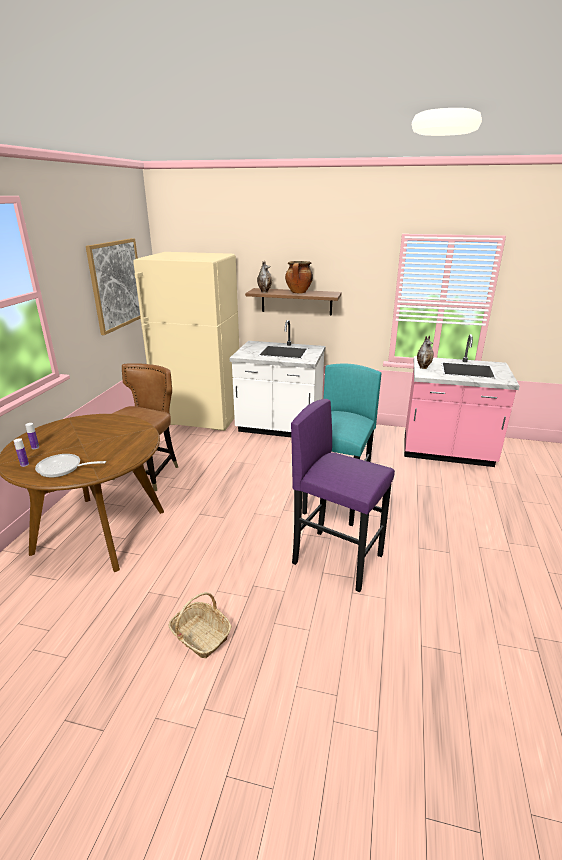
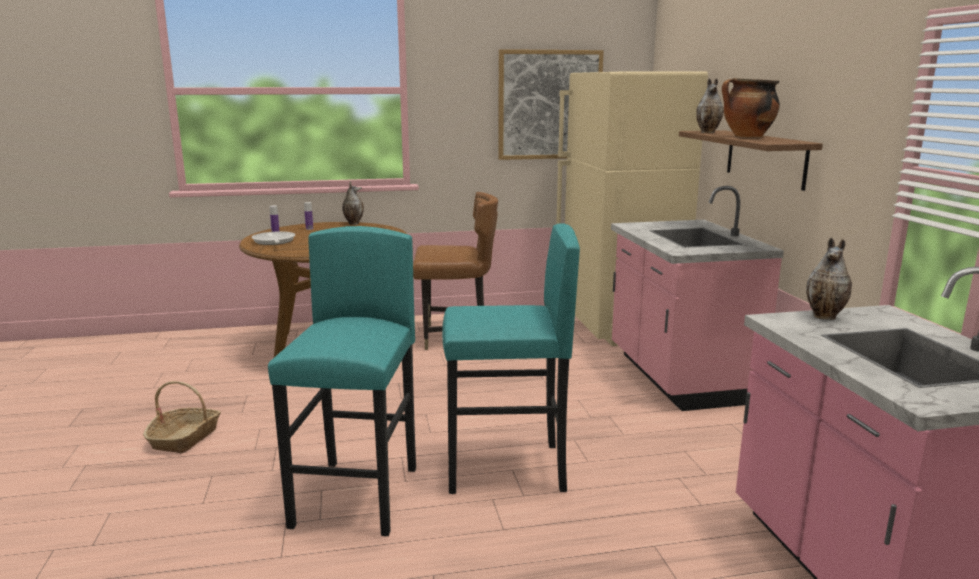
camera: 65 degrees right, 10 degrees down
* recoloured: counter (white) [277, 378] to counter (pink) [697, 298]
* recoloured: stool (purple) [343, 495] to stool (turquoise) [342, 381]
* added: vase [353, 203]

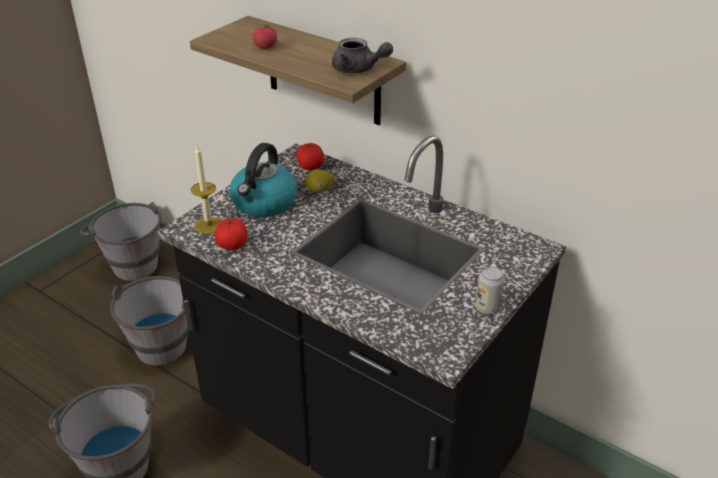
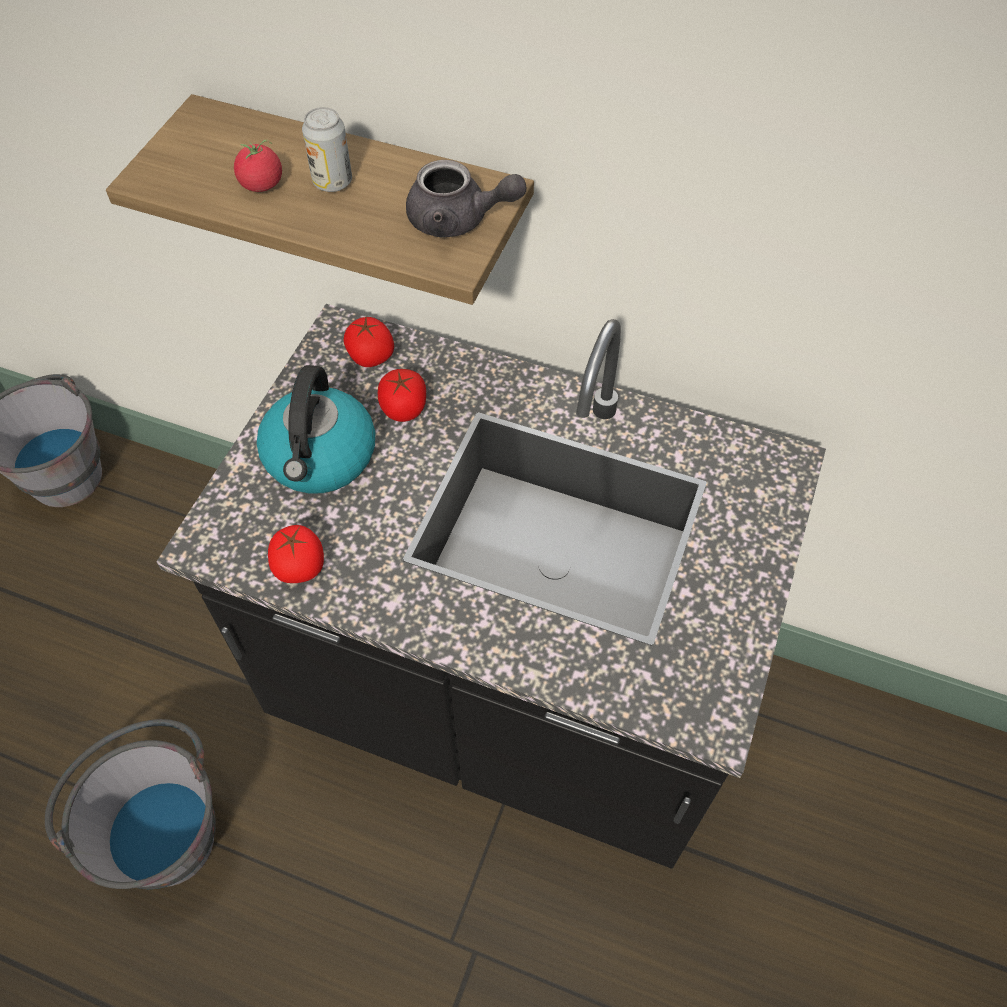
camera: 15 degrees left, 20 degrees up
* removed: candle [206, 190]
* replaced: lemon [319, 181] to tomato [402, 395]
* moved: can [489, 290] to [327, 149]
* removed: bucket (grey) [149, 321]

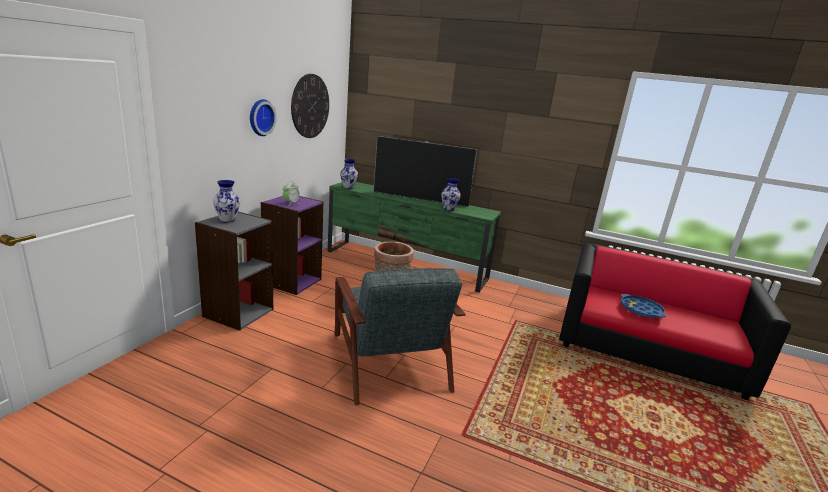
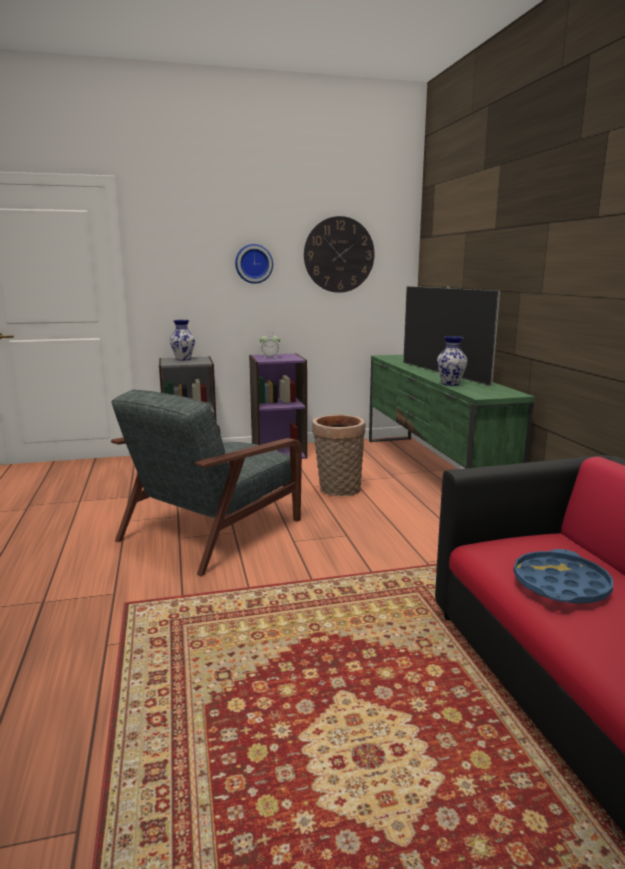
camera: 55 degrees right, 5 degrees down
* removed: vase [349, 174]

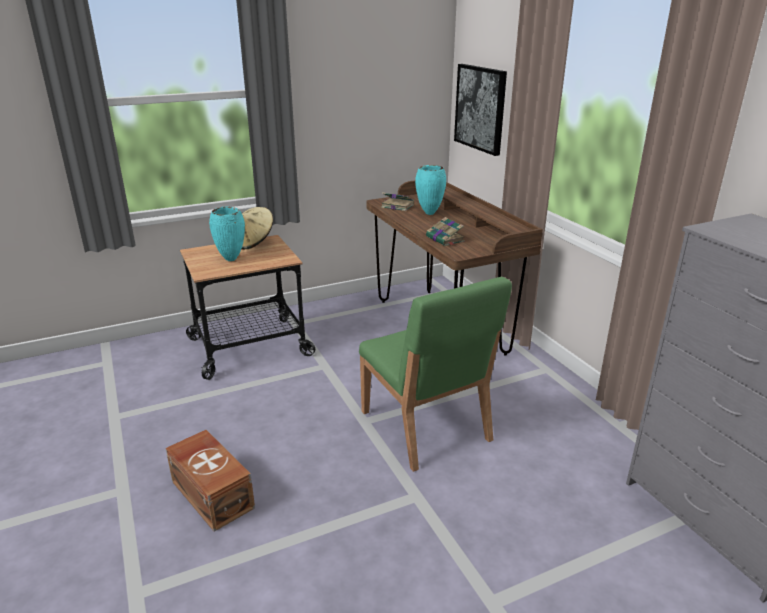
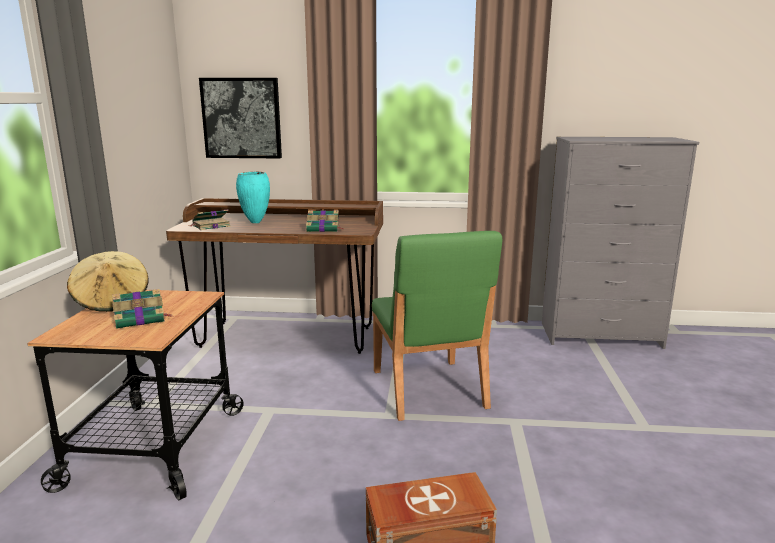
camera: 60 degrees left, 10 degrees down
* replaced: vase (turquoise) [227, 233] to book [142, 309]
* turned: chair (green) [435, 374] = [437, 326] 75 degrees clockwise

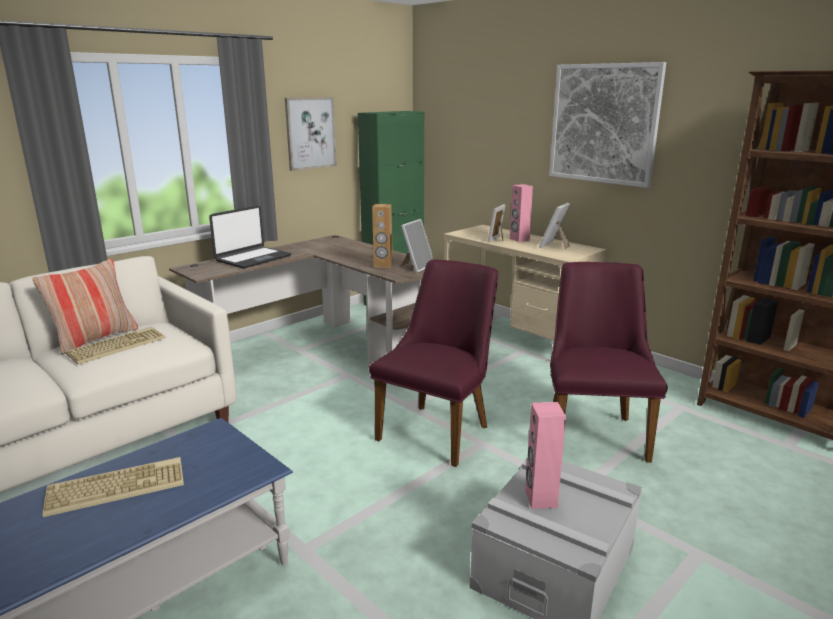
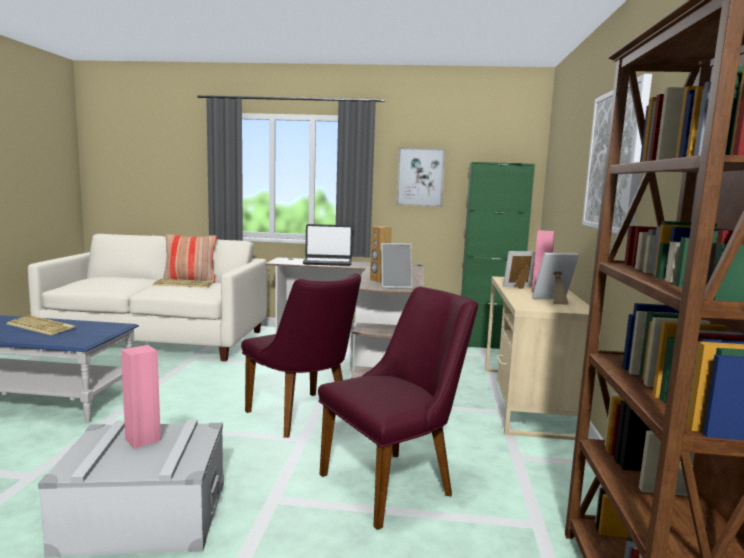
camera: 50 degrees right, 10 degrees down
* turned: chair (purple) [433, 363] = [301, 355] 60 degrees clockwise

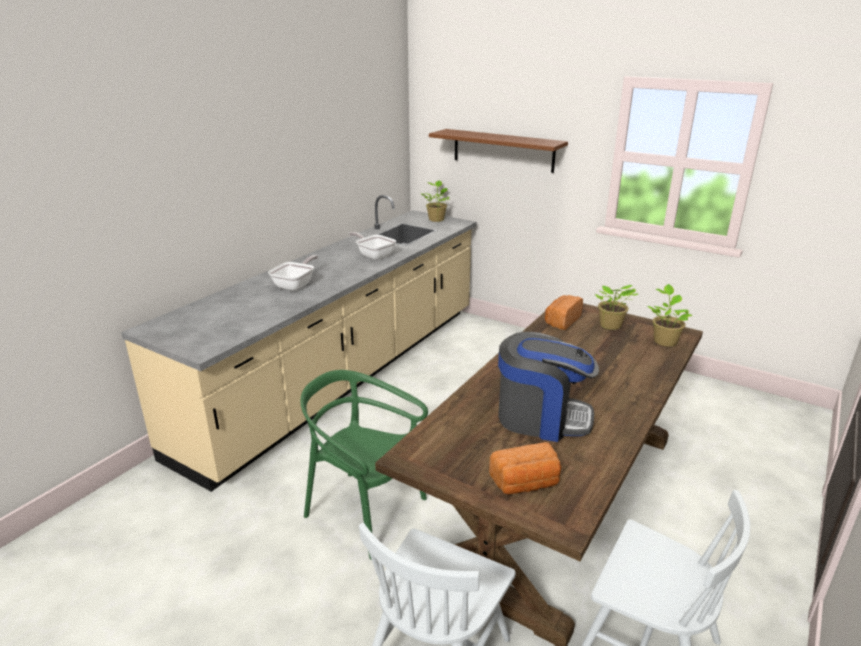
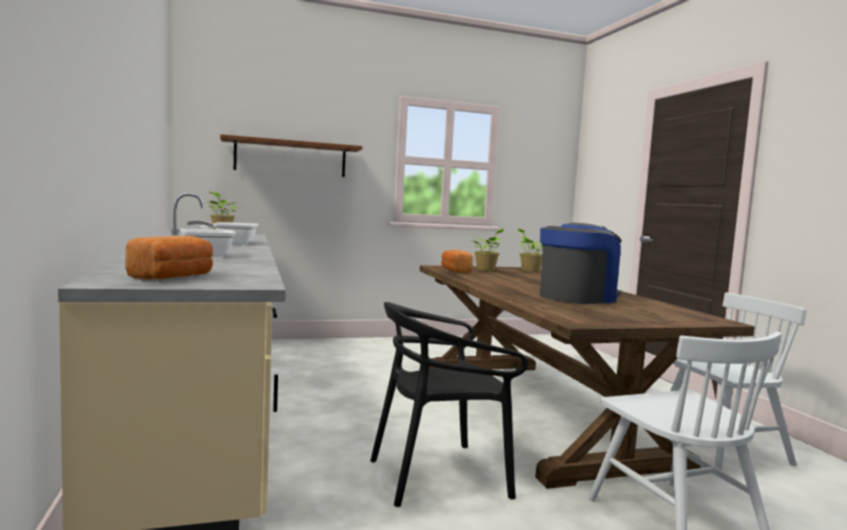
camera: 50 degrees left, 20 degrees down
* recoloured: chair (green) [364, 464] to chair (black) [449, 404]
* moved: bread [525, 468] to [169, 257]

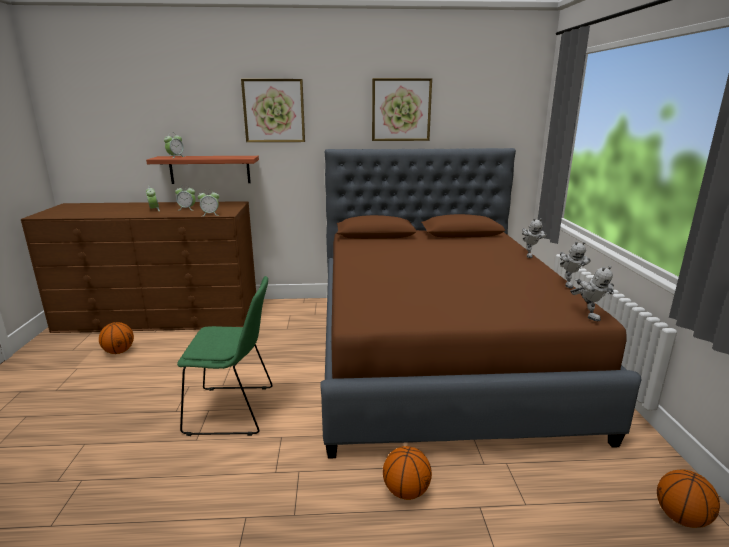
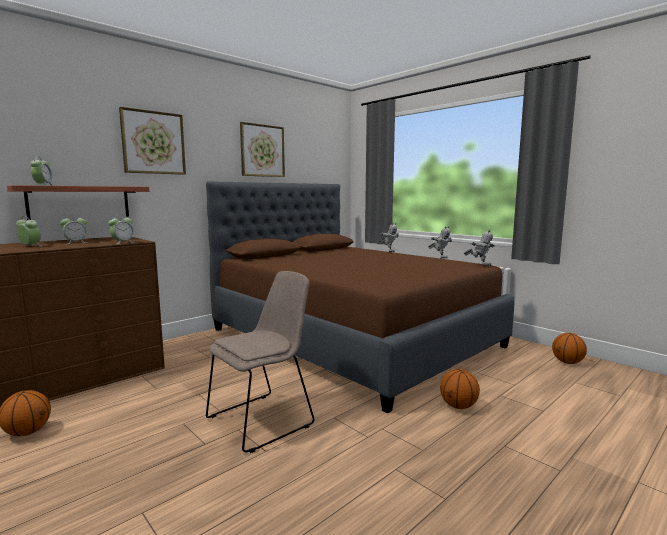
camera: 40 degrees left, 10 degrees down
* recoloured: chair (green) [225, 356] to chair (beige) [260, 362]

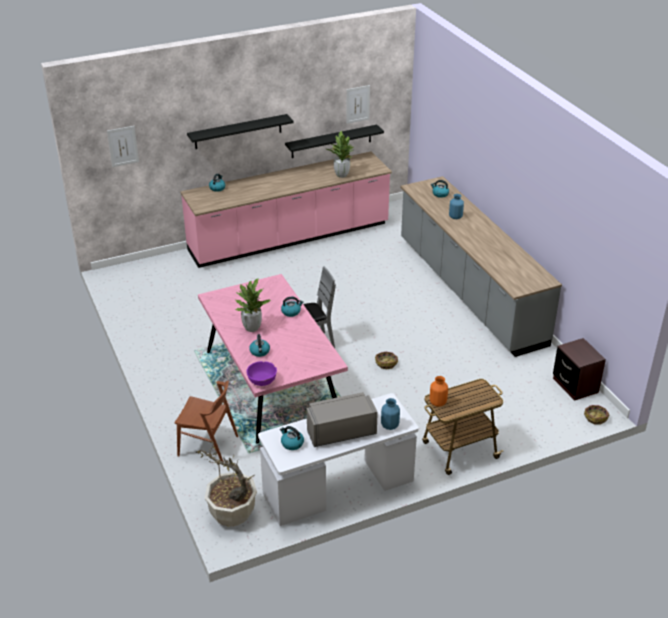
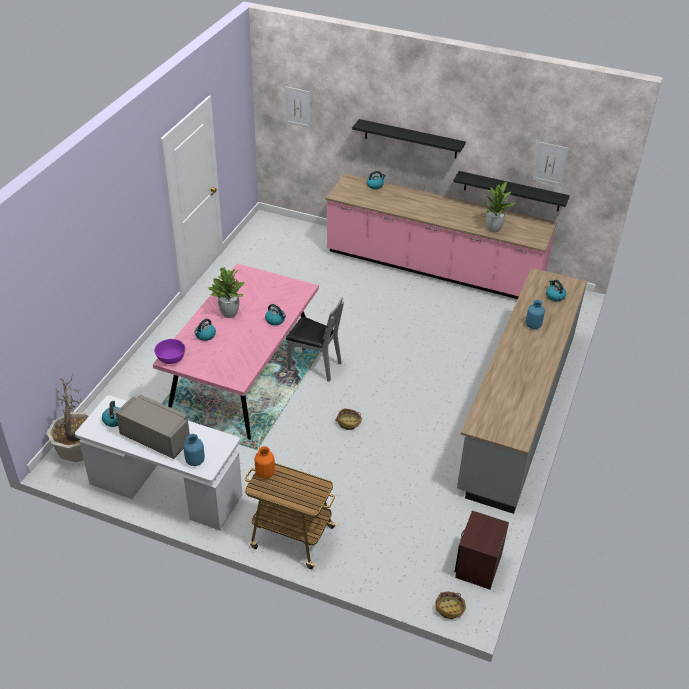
camera: 45 degrees right, 5 degrees up
* removed: chair (brown) [206, 421]

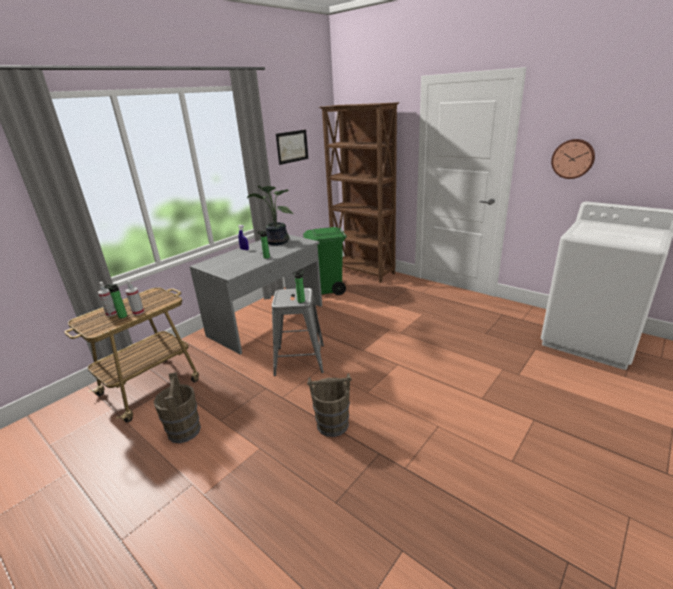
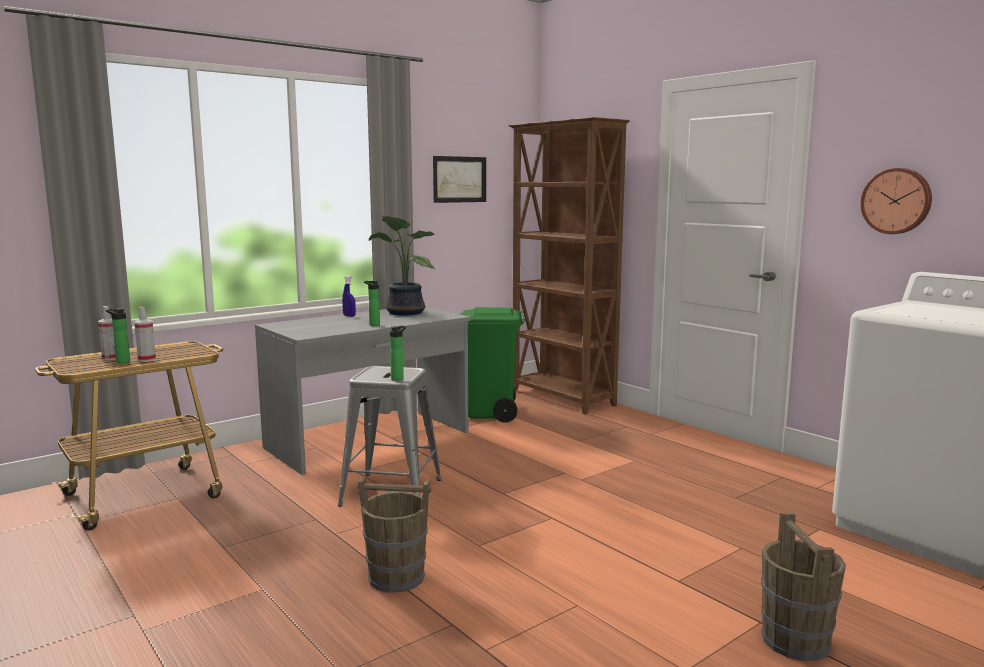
camera: 10 degrees right, 15 degrees down
* moved: bucket (brown) [177, 407] to [803, 586]

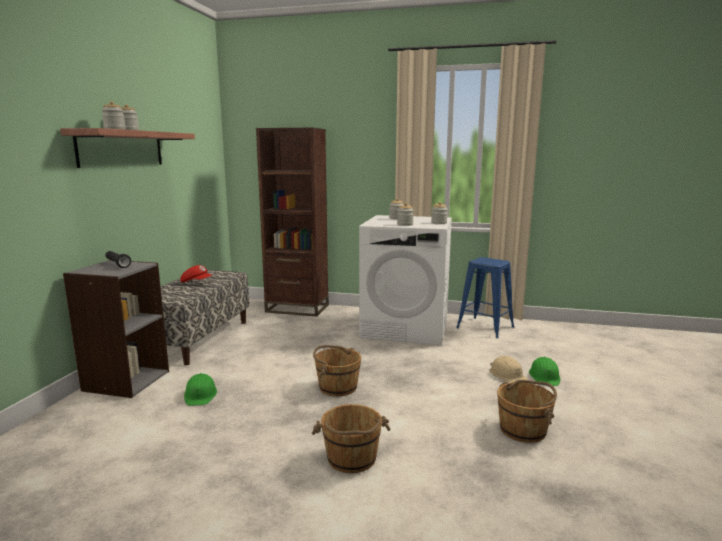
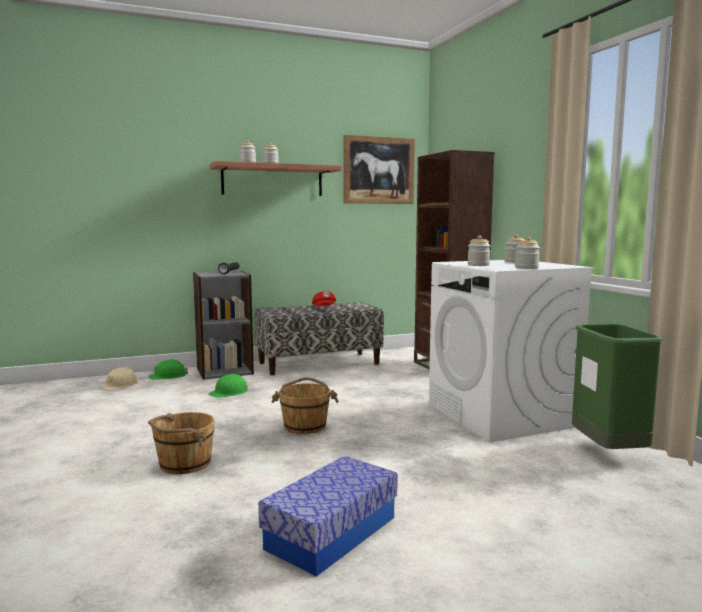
camera: 55 degrees right, 5 degrees down
* replaced: stool (blue) [485, 297] to trash can (green) [617, 386]
* moved: hard hat (beige) [509, 369] to [119, 378]
* moved: hard hat (green) [544, 371] to [168, 369]
* replaced: bucket (brown) [527, 411] to storage box [328, 516]
* added: picture [379, 169]

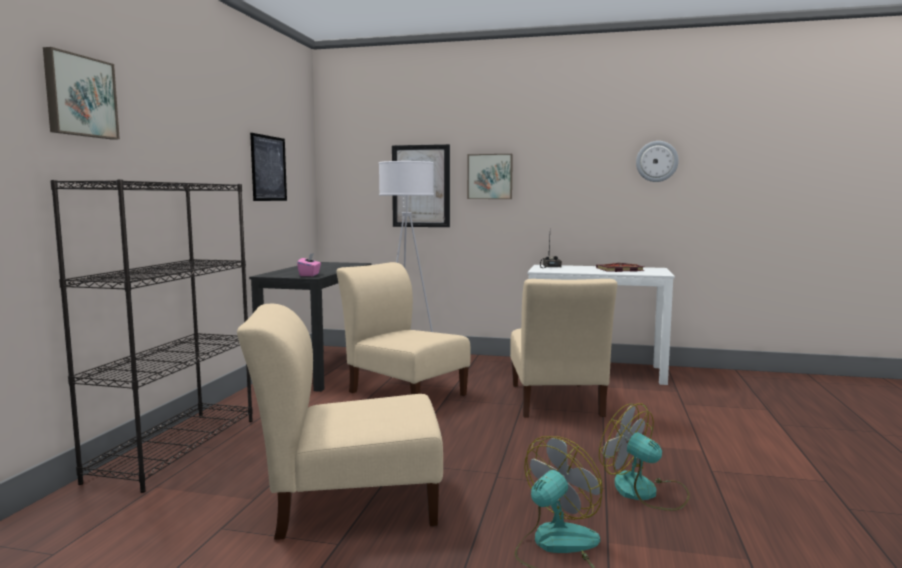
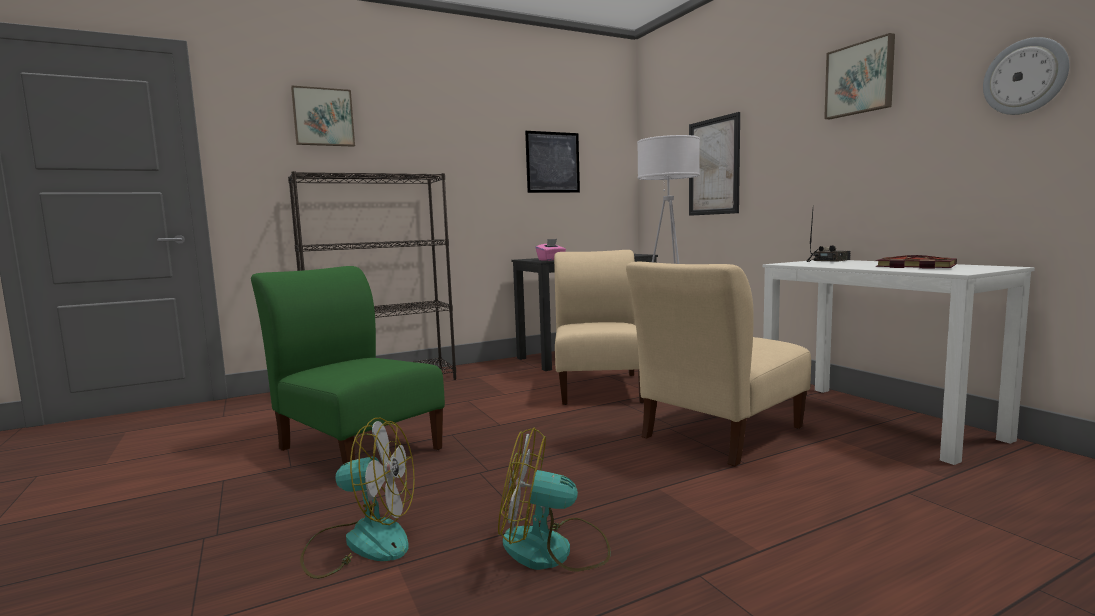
camera: 50 degrees right, 0 degrees up
* moved: picture [490, 176] to [859, 76]
* recoloured: chair (beige) [340, 422] to chair (green) [348, 365]
* turned: fan [644, 457] = [554, 499] 90 degrees counterclockwise

